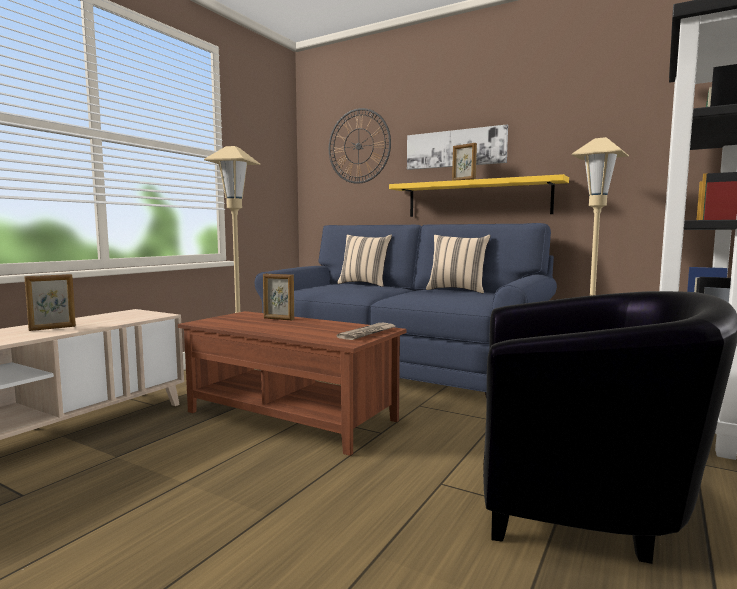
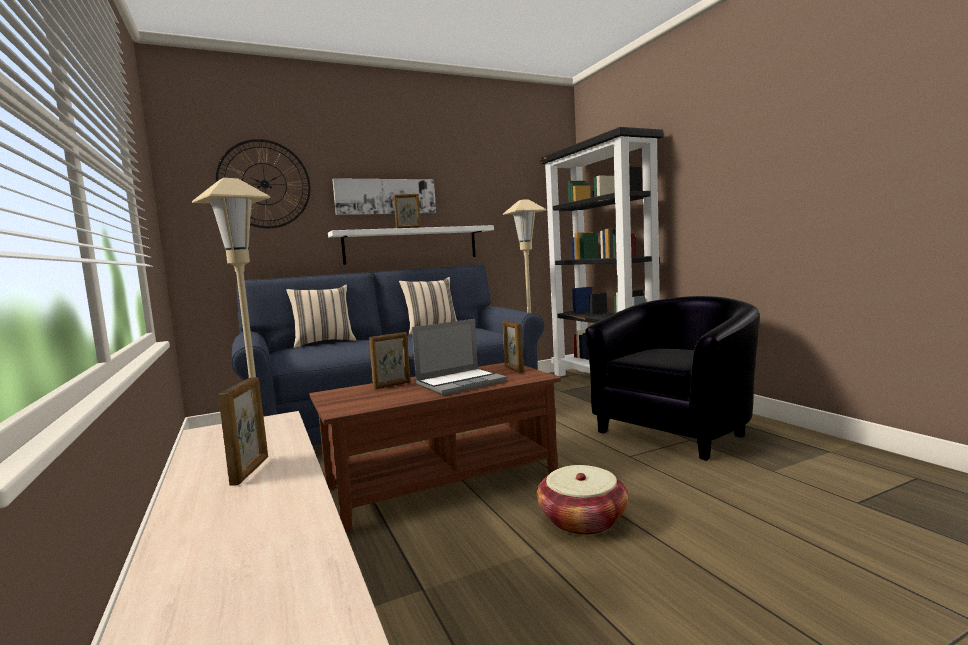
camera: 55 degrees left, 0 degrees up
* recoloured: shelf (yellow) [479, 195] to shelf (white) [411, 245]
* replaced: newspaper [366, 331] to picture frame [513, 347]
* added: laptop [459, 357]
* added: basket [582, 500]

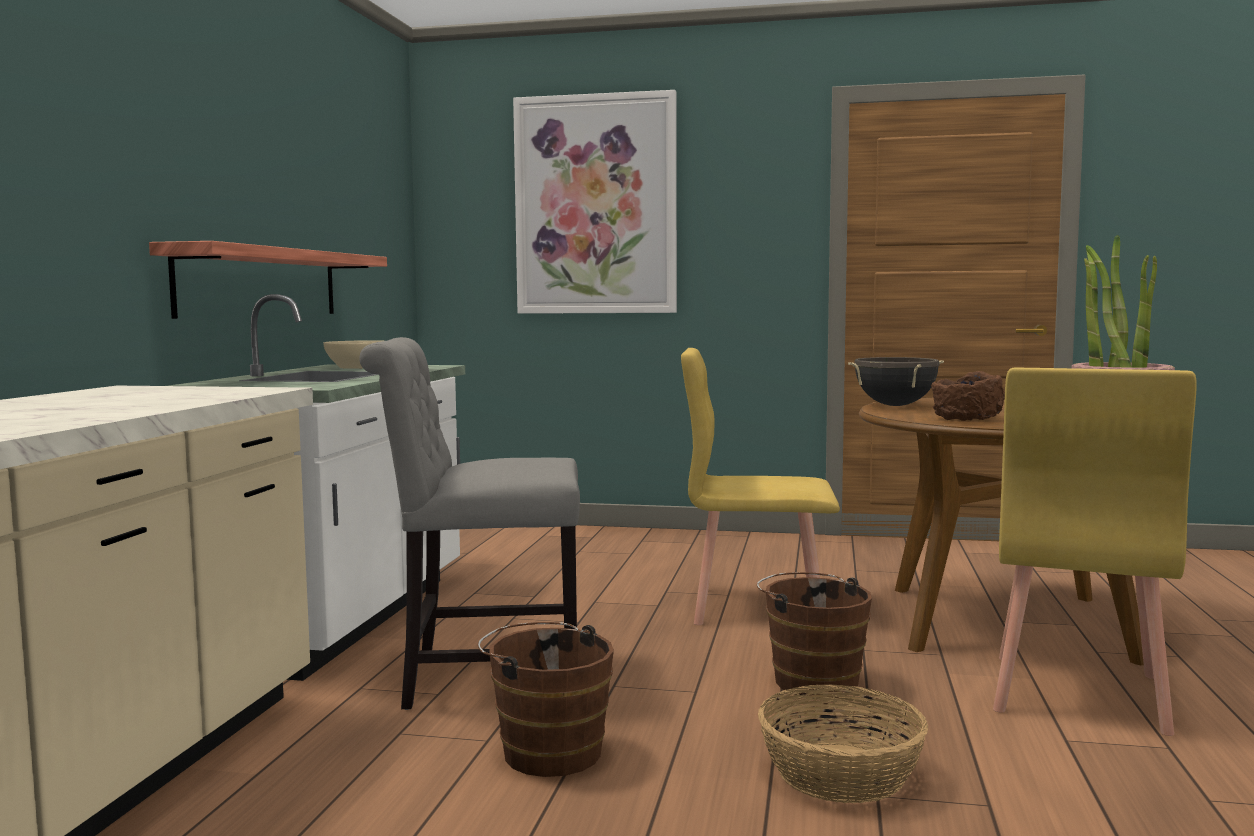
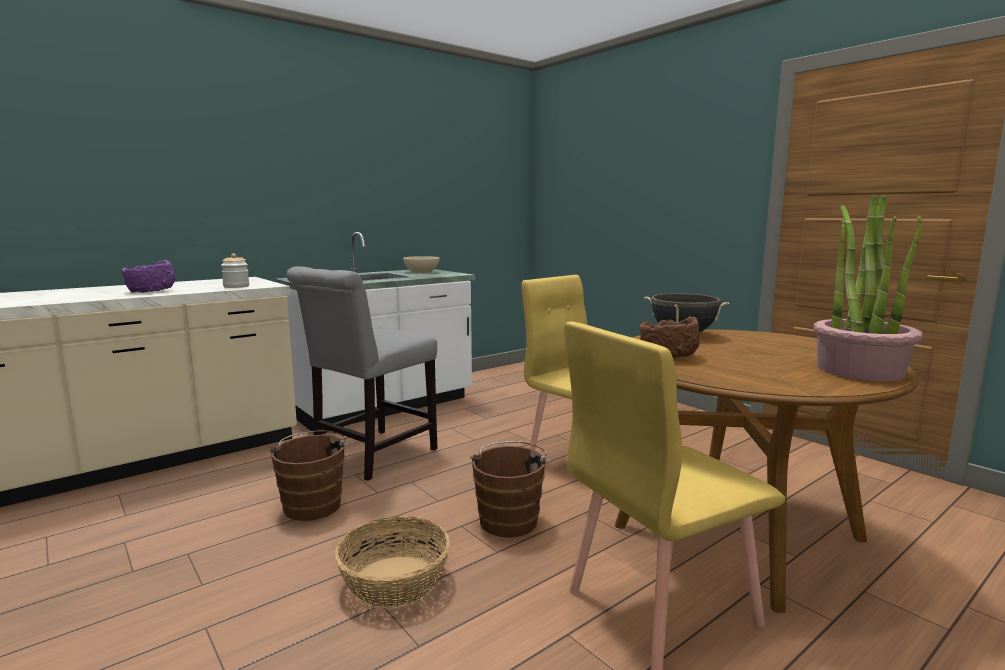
camera: 40 degrees right, 5 degrees up
* removed: picture [595, 202]
* removed: shelf [268, 280]
* turned: chair (grey) [469, 523] = [362, 374] 90 degrees counterclockwise
* added: jar [235, 271]
* added: bowl (purple) [149, 276]

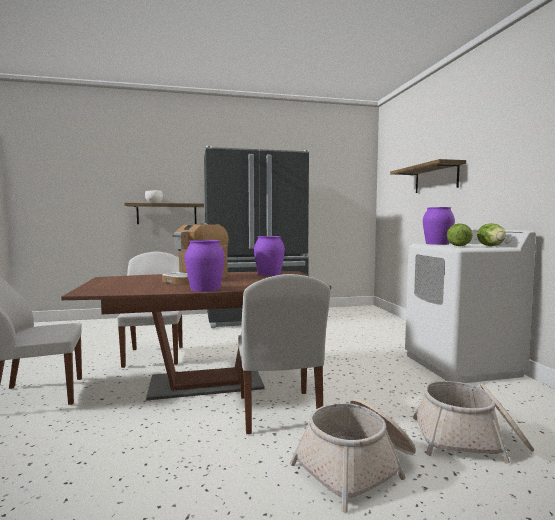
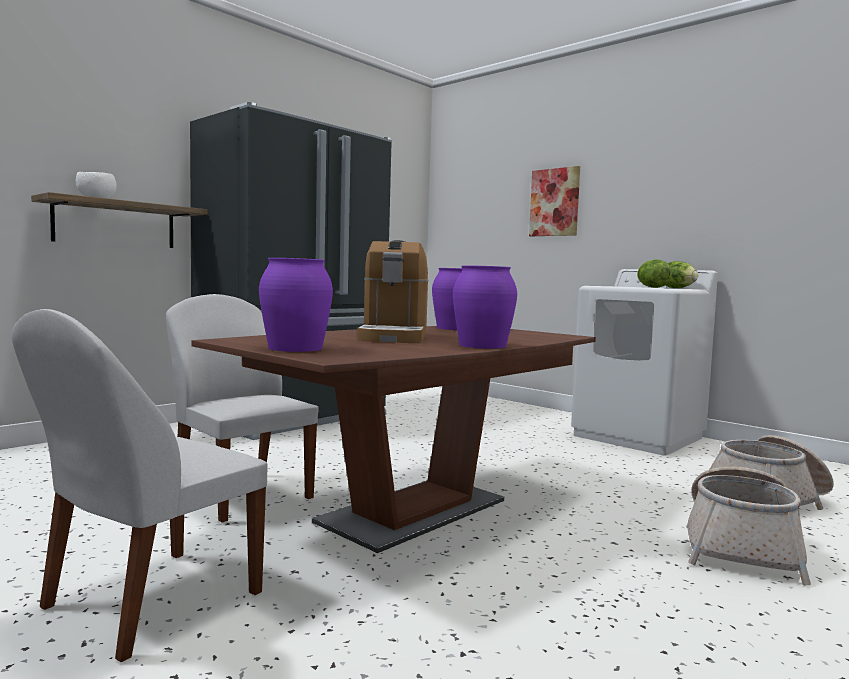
camera: 35 degrees left, 0 degrees up
* replaced: shelf [428, 176] to picture [554, 201]
* moved: vase (purple) [439, 226] to [296, 305]
* removed: chair (white) [284, 354]

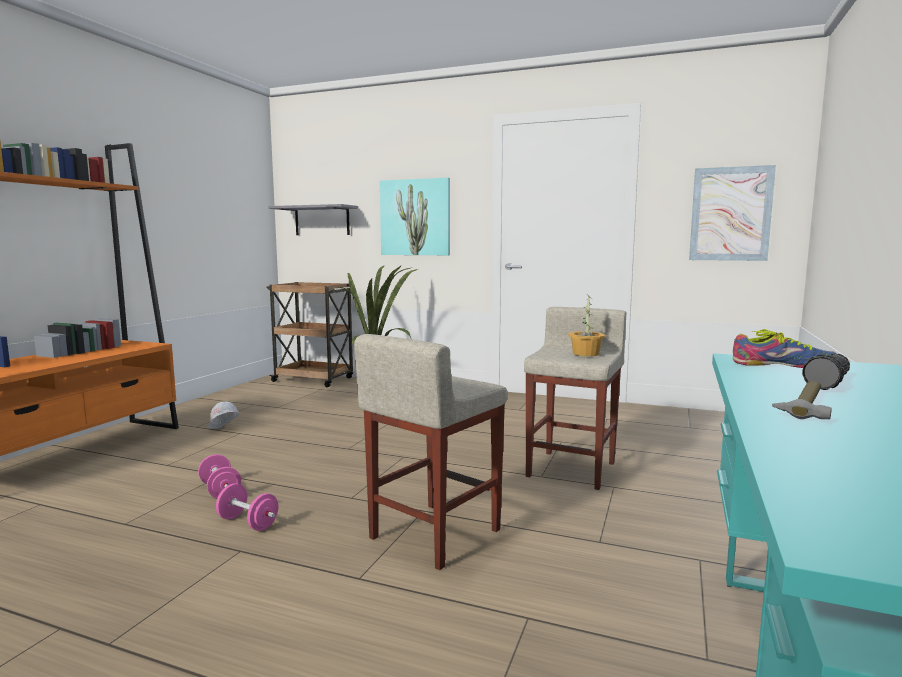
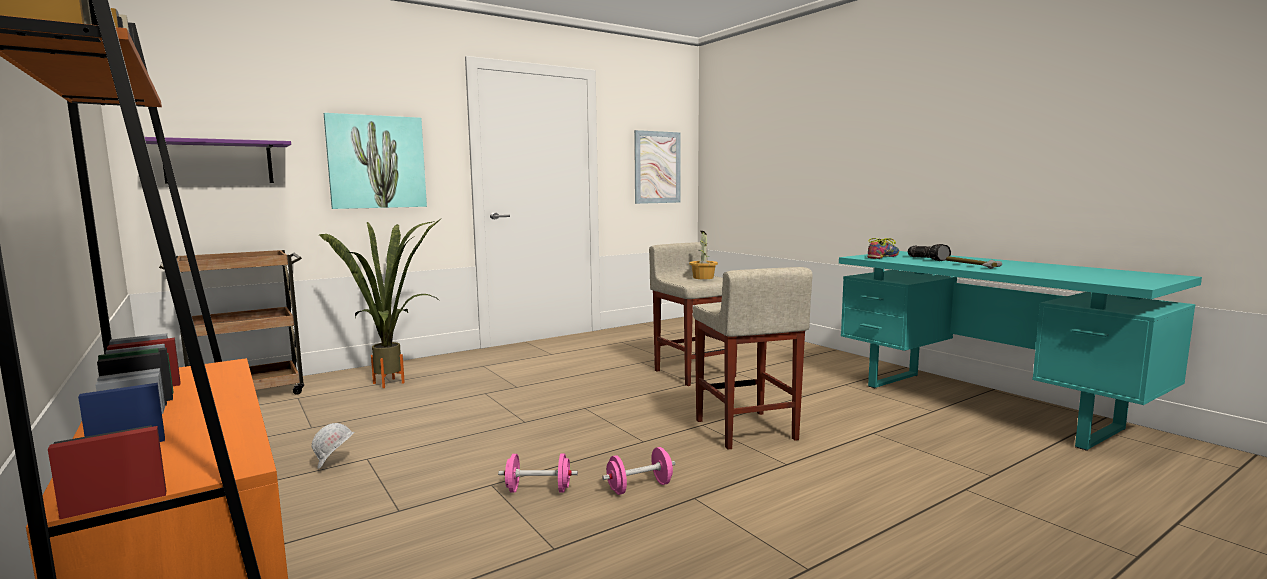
camera: 55 degrees left, 0 degrees up
* recoloured: shelf (grey) [313, 219] to shelf (purple) [218, 160]

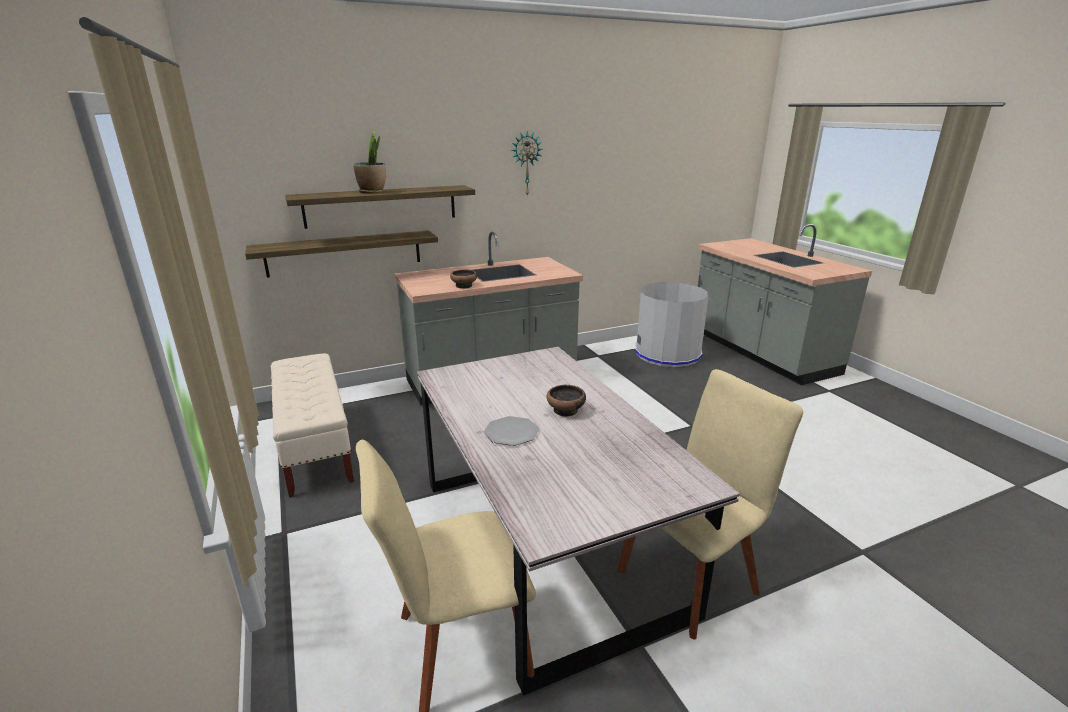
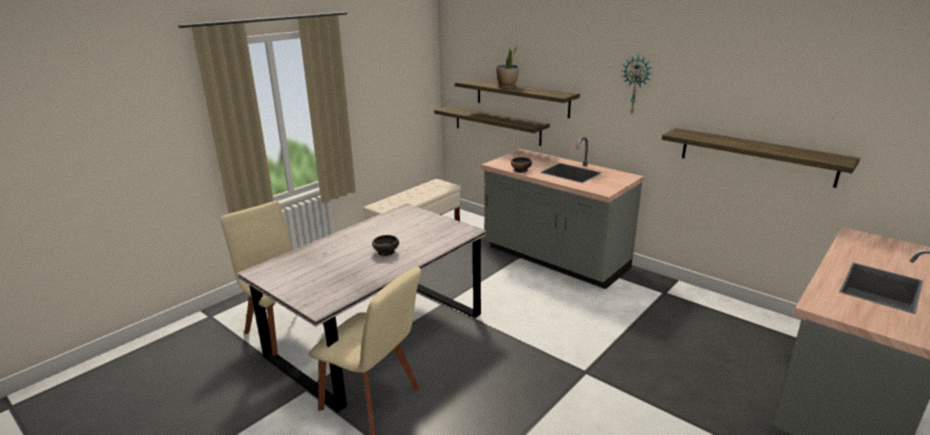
camera: 65 degrees right, 0 degrees up
* removed: trash can (grey) [672, 324]
* removed: plate [511, 431]
* added: shelf [761, 158]

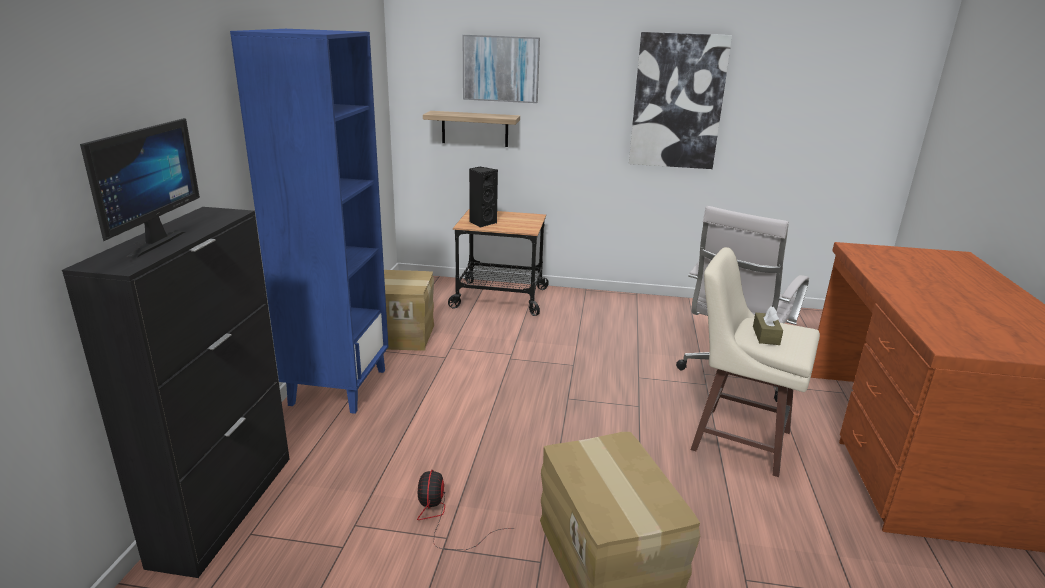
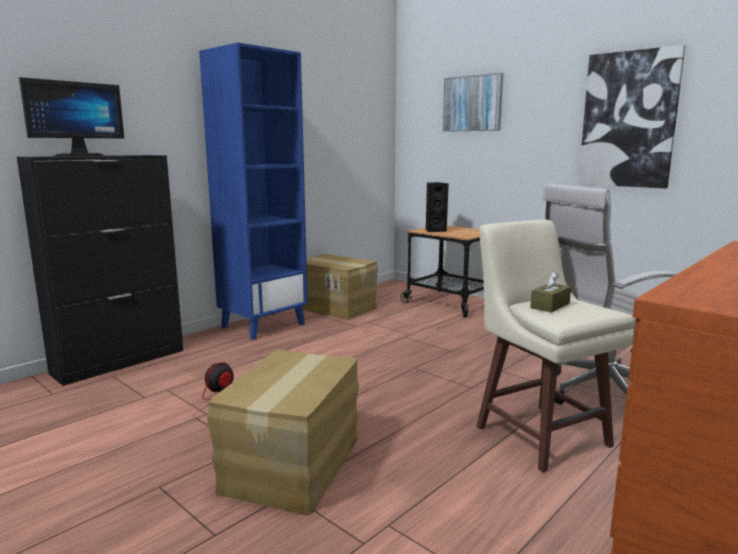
camera: 35 degrees right, 10 degrees down
* removed: shelf [471, 129]

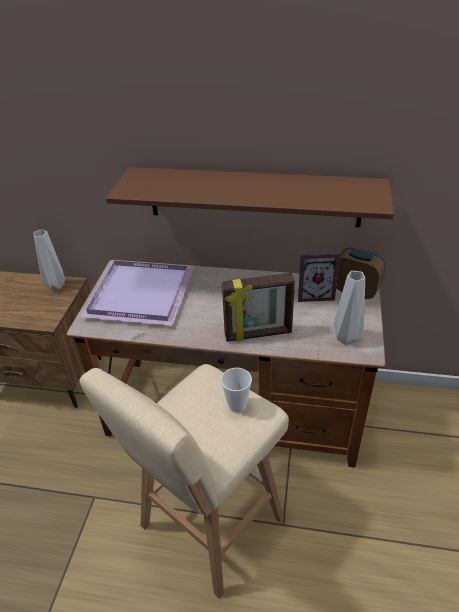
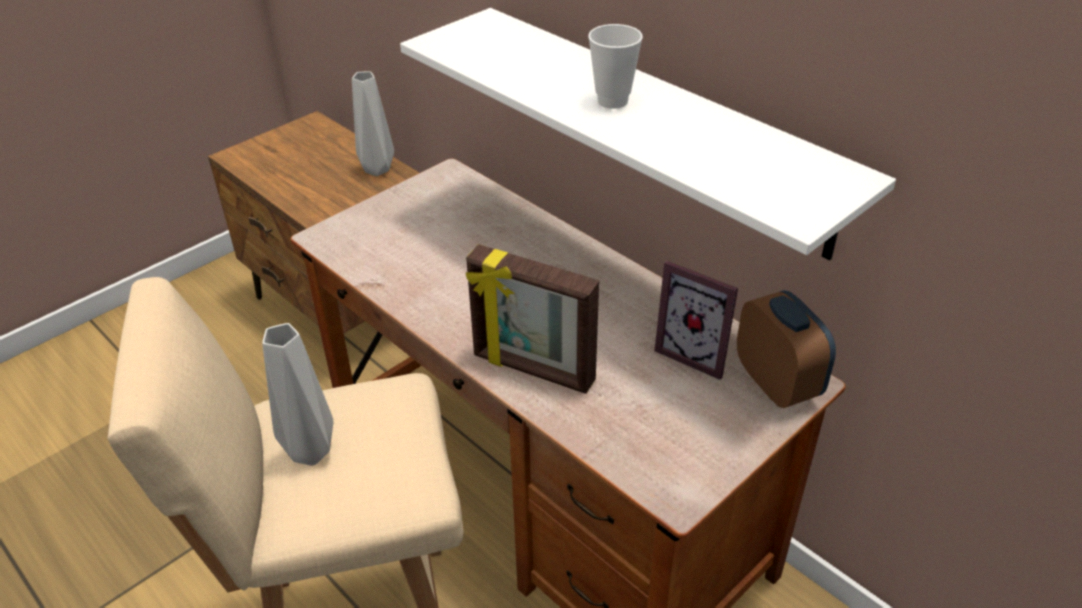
camera: 35 degrees right, 0 degrees up
* recoloured: shelf (brown) [250, 197] to shelf (white) [648, 134]
* removed: tray (purple) [137, 293]
* moved: vase (grey) [349, 308] to [298, 394]
* moved: cup [236, 390] to [615, 66]

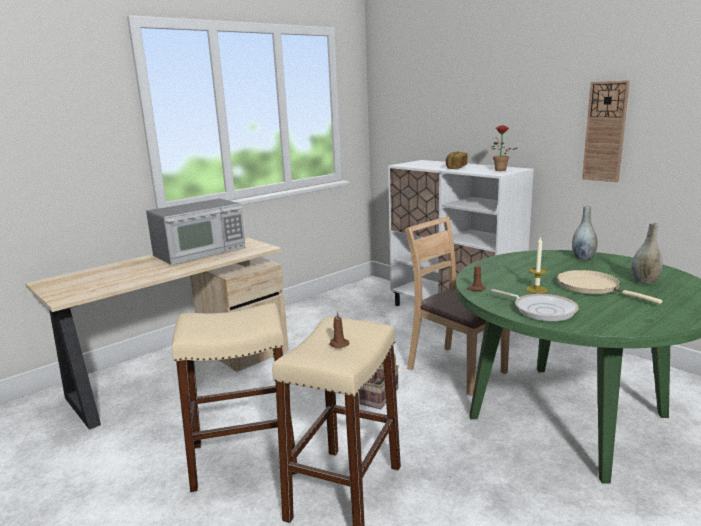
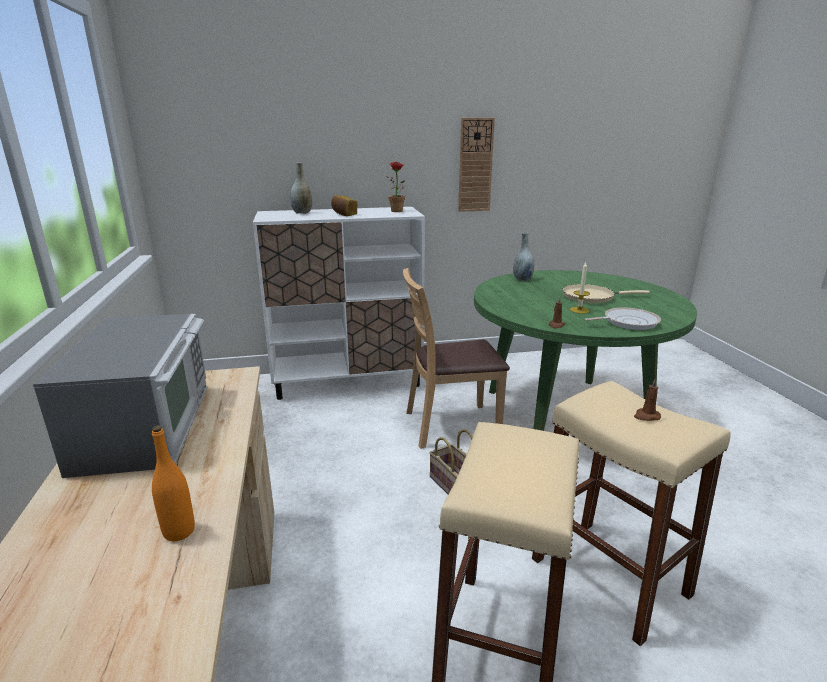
camera: 60 degrees left, 5 degrees up
* moved: vase (grey) [647, 253] to [301, 188]
* added: bottle (orange) [173, 483]

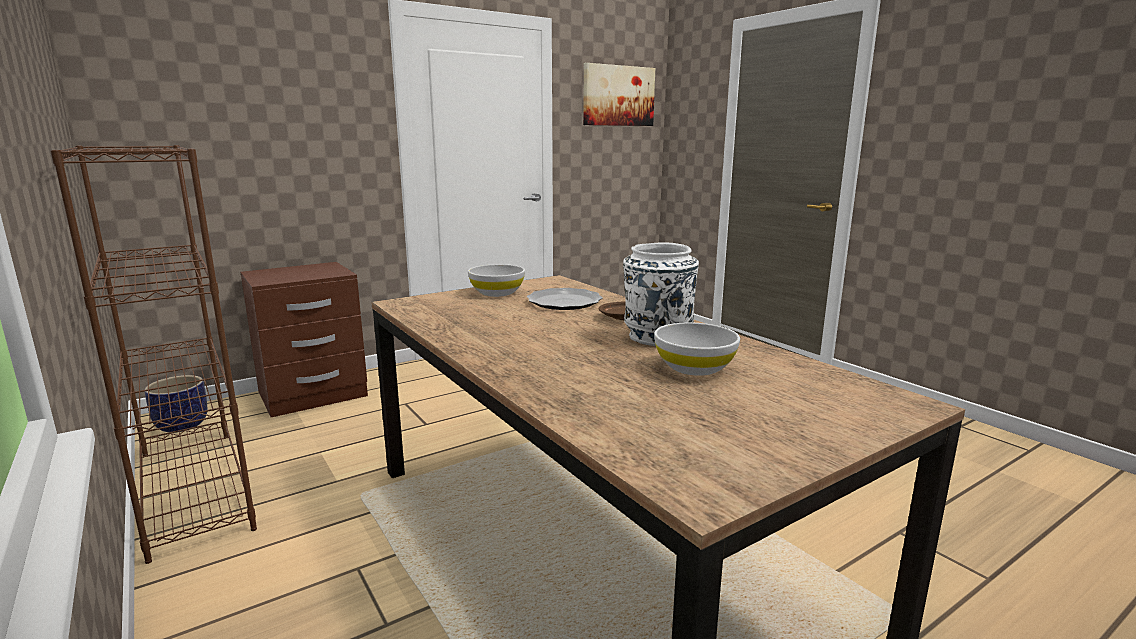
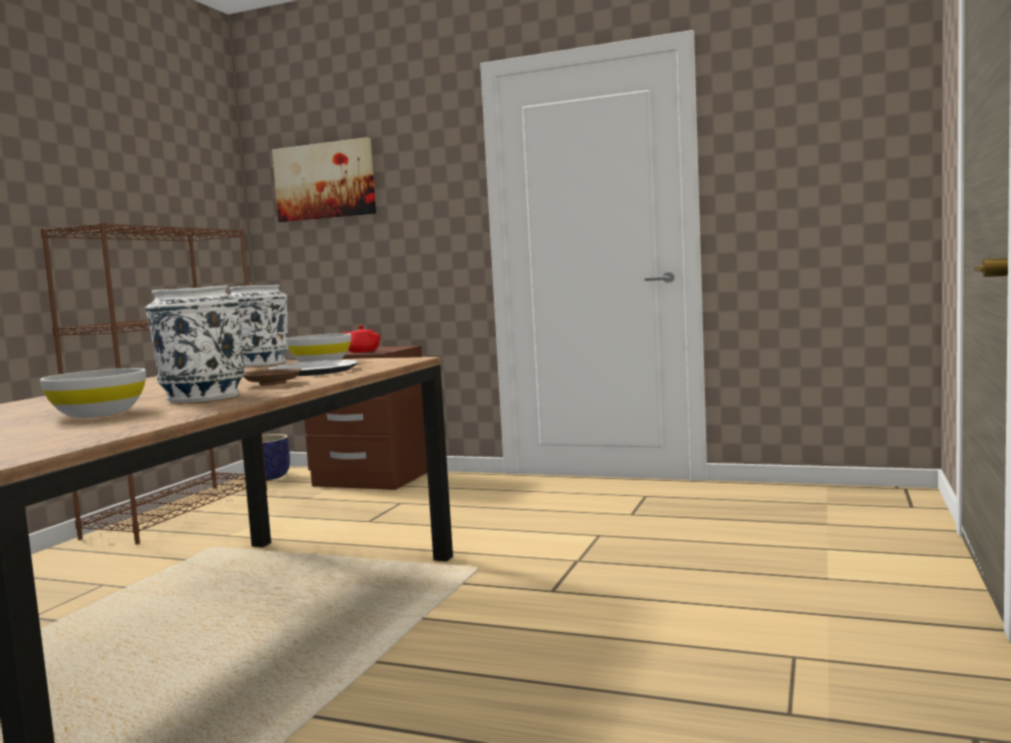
camera: 55 degrees right, 10 degrees down
* moved: picture [619, 94] to [324, 179]
* added: vase (white) [259, 325]
* added: teapot (red) [361, 339]

